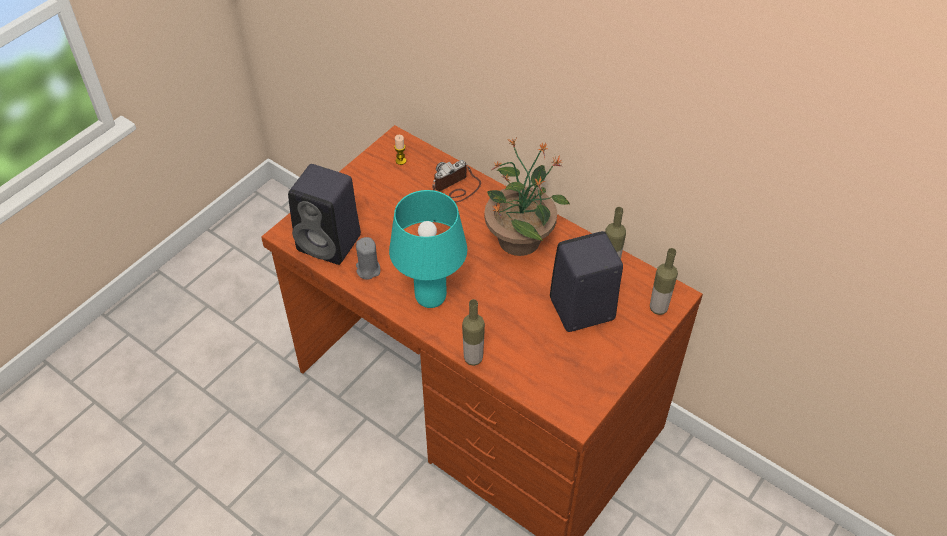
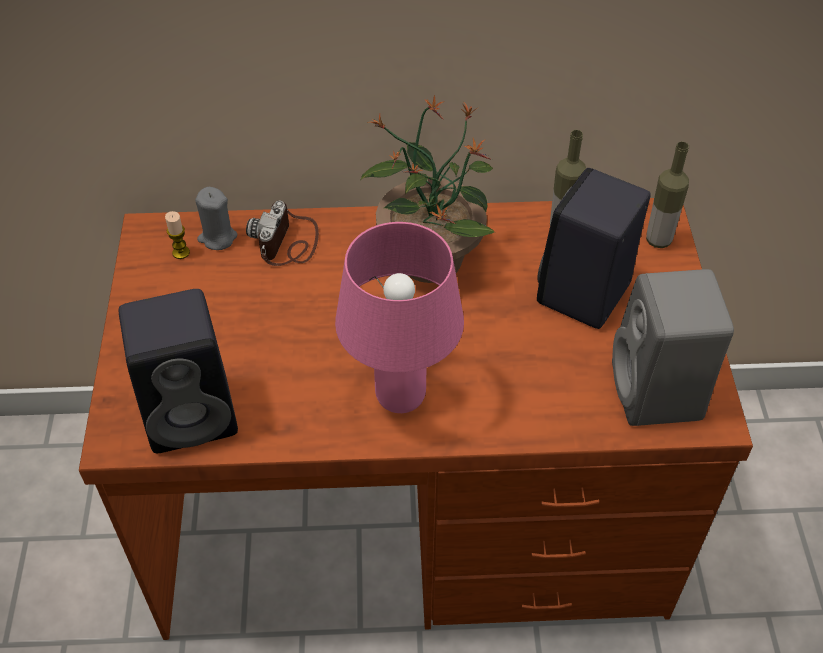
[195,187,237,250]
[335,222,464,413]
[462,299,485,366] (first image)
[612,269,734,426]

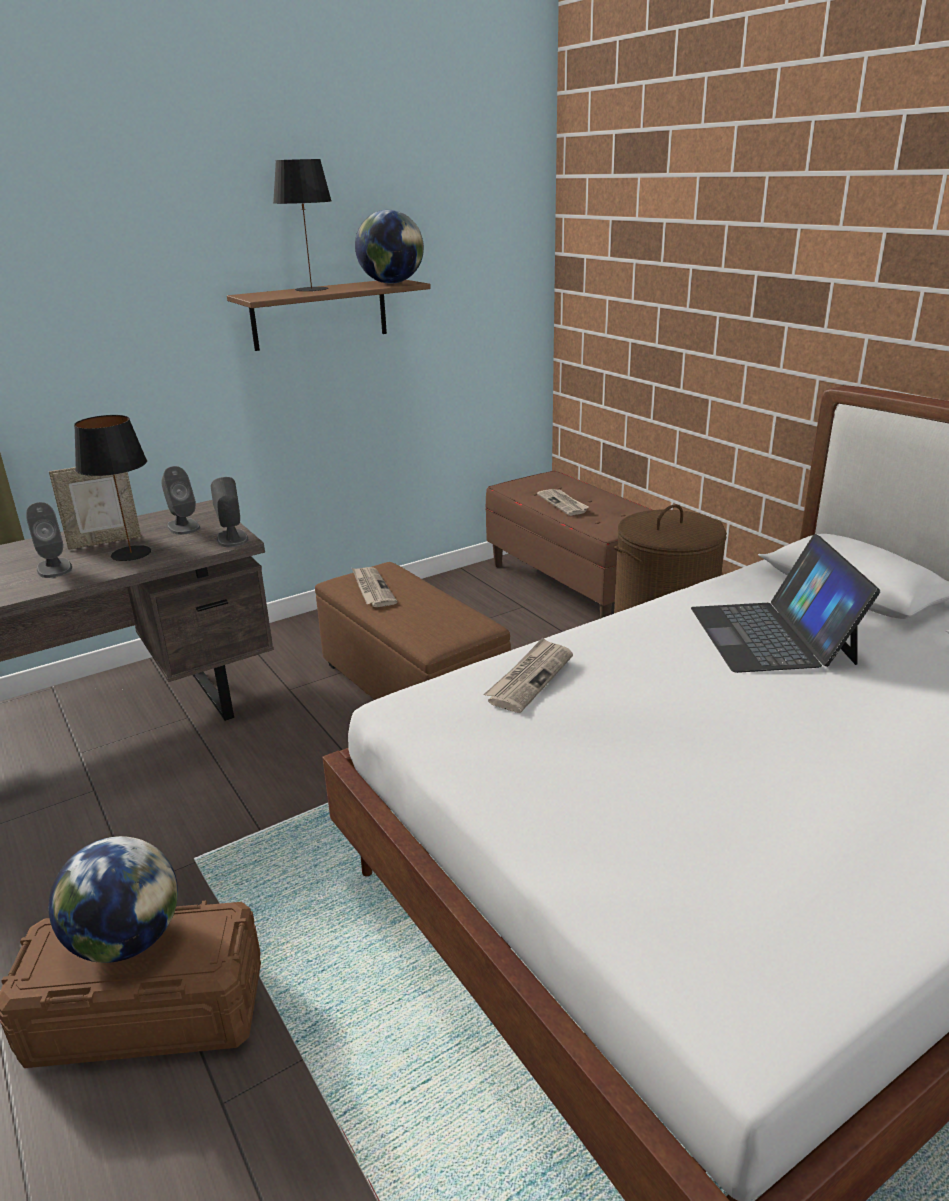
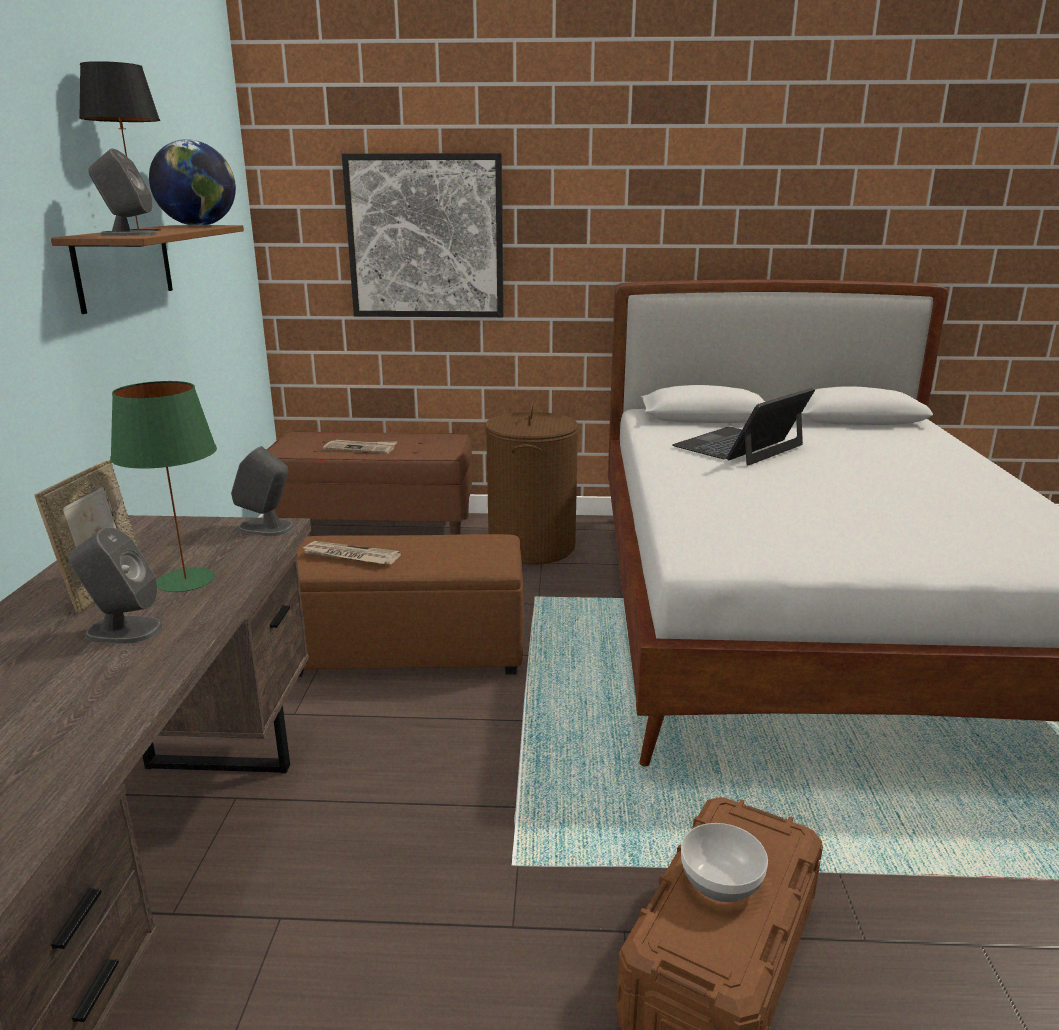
[681,823,768,902]
[110,381,217,592]
[88,148,157,236]
[484,638,573,713] (first image)
[672,388,815,466]
[342,153,504,317]

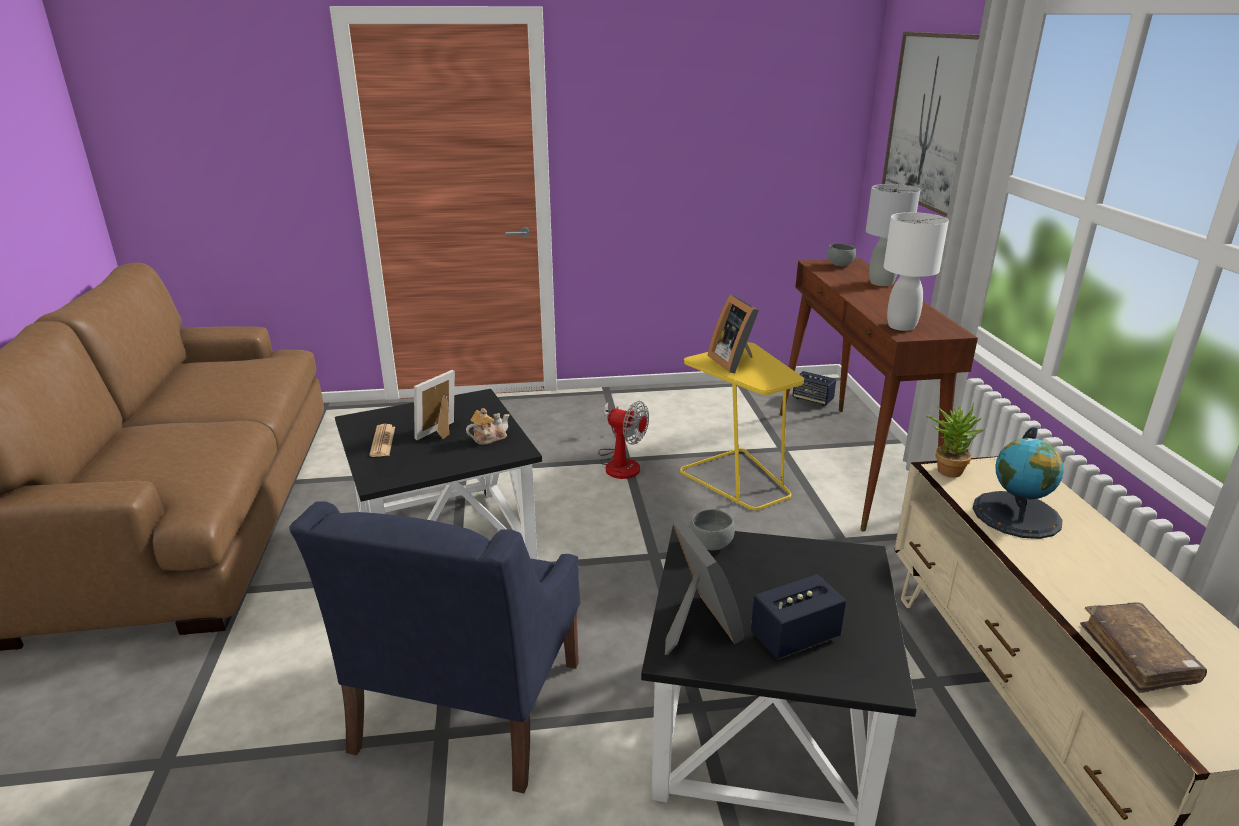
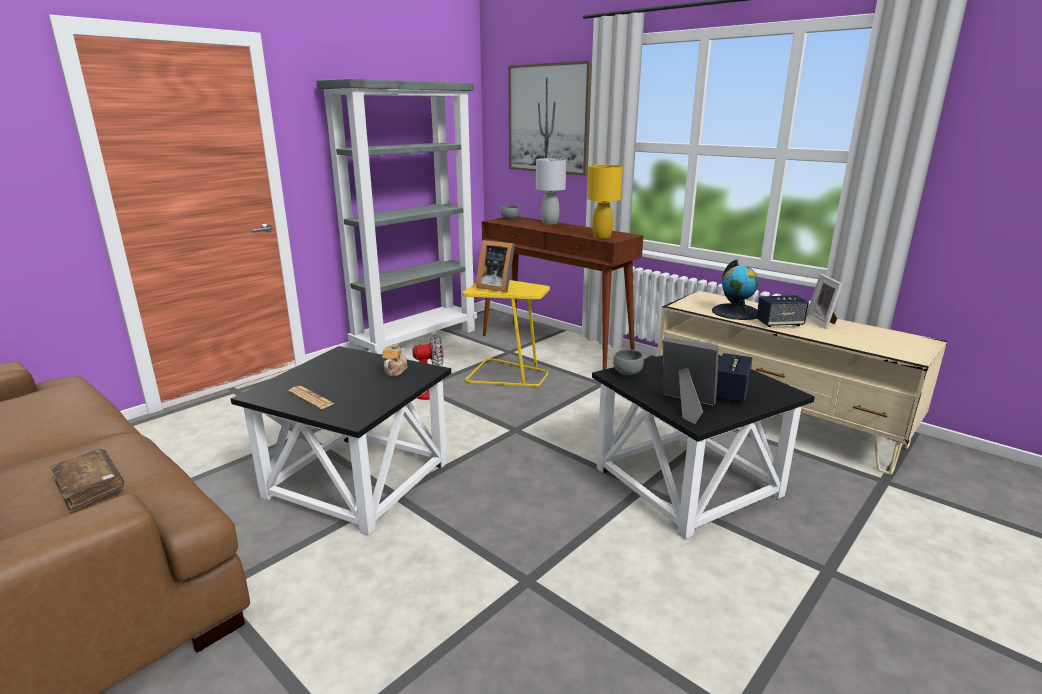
[289,501,580,793] (first image)
[806,274,843,329]
[756,295,809,327]
[587,165,623,239]
[926,403,984,478] (first image)
[49,449,124,513]
[316,78,477,354]

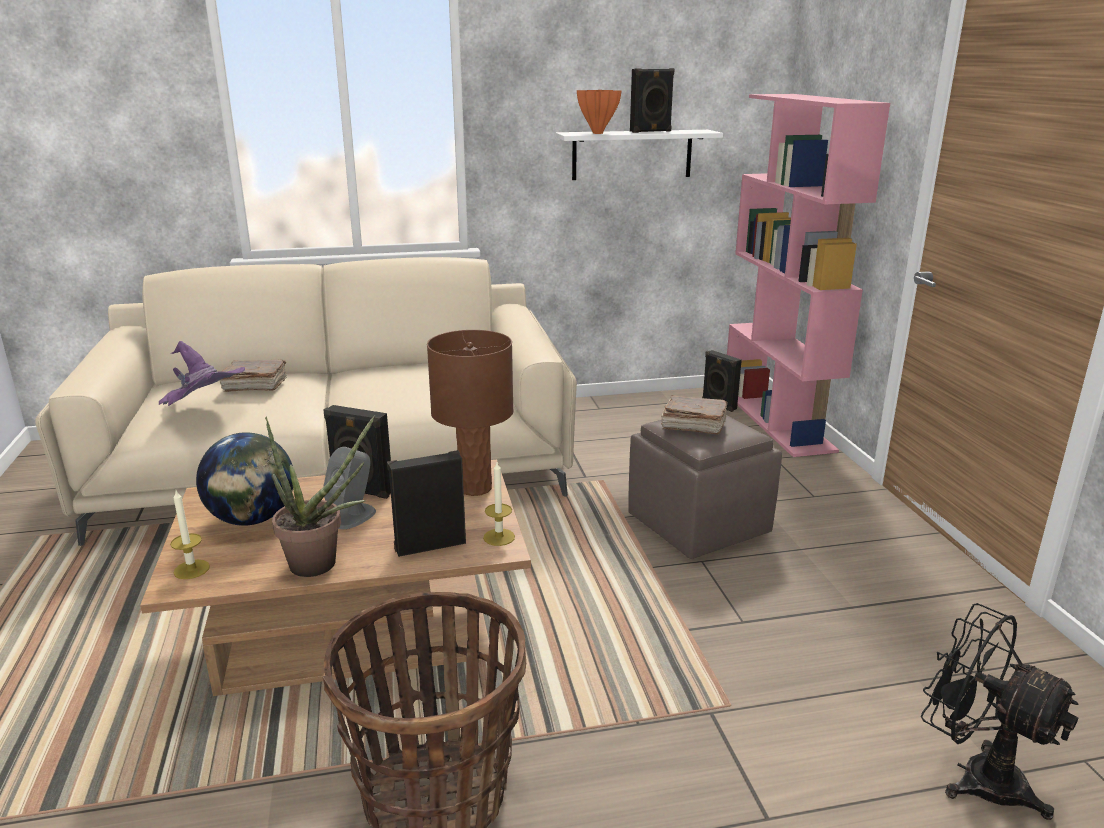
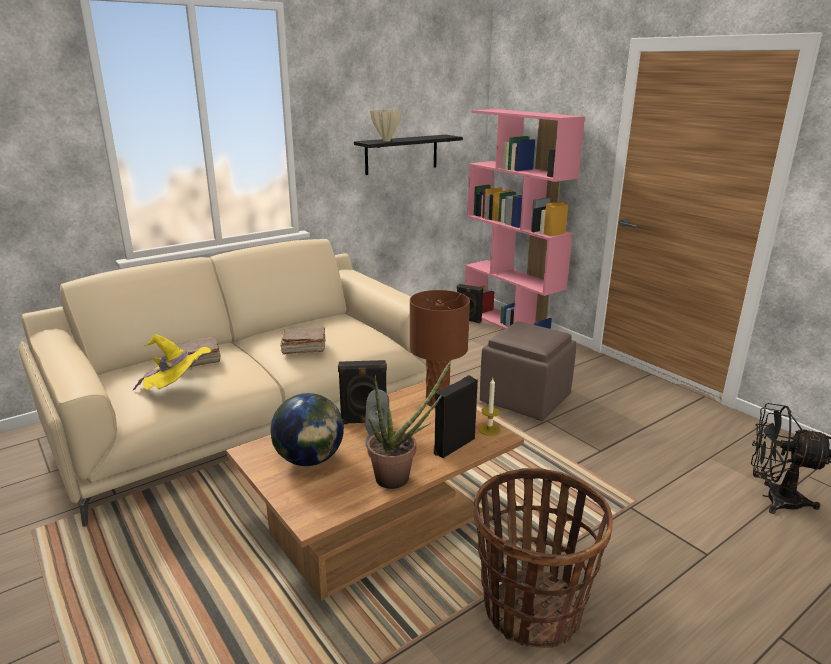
[133,334,211,390]
[170,490,210,579] (first image)
[354,135,463,175]
[370,110,401,142]
[630,68,675,133] (first image)
[280,327,326,355]

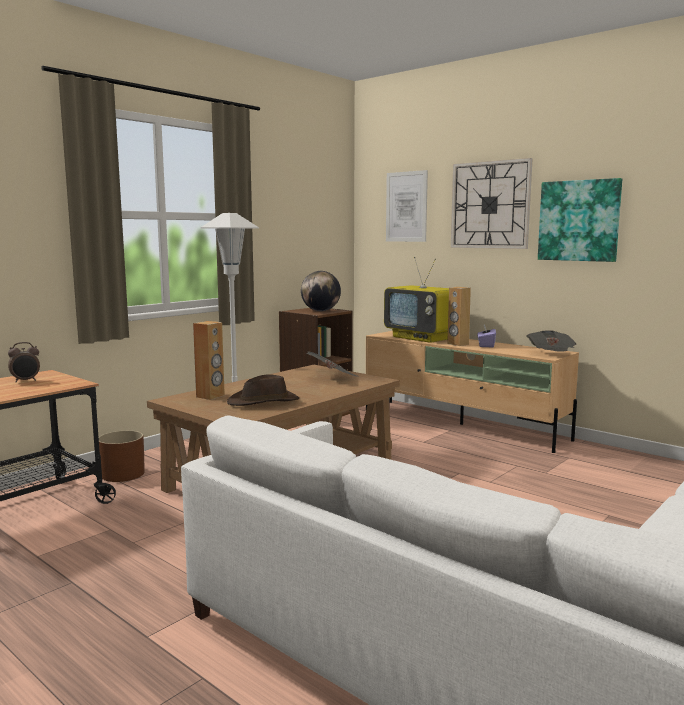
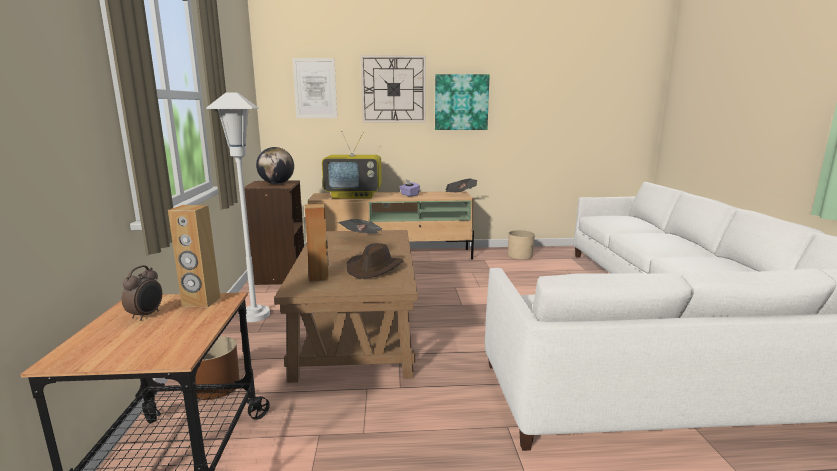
[168,205,220,307]
[508,230,535,260]

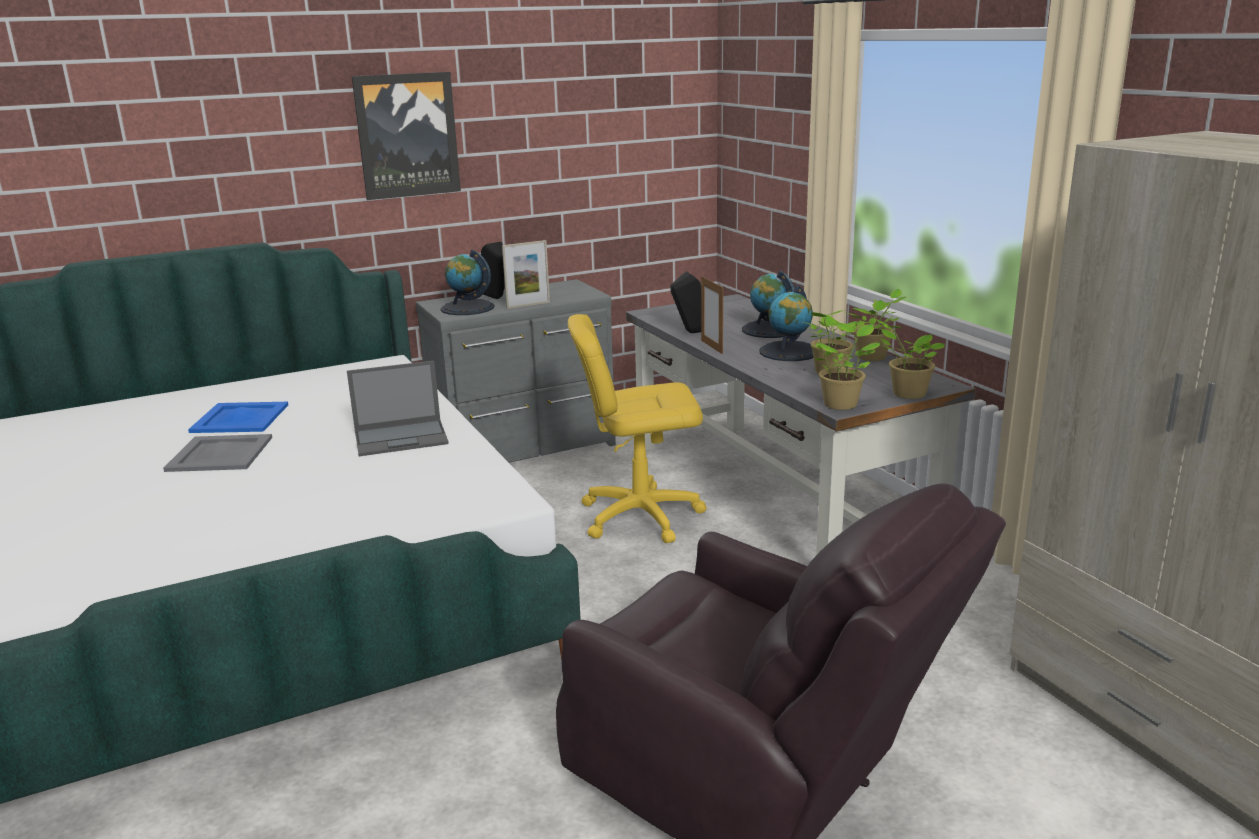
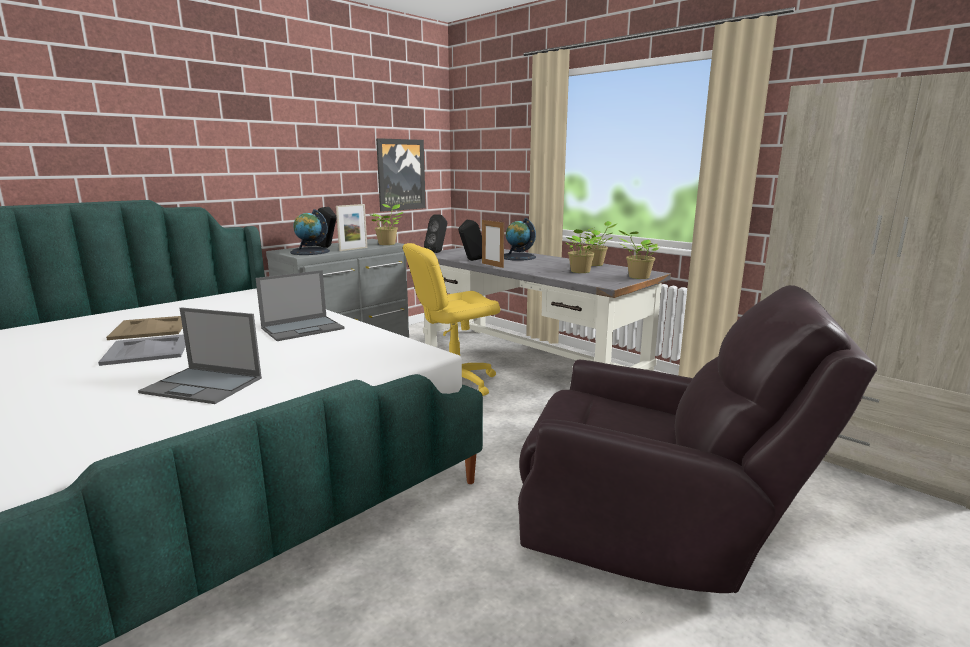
[106,316,183,340]
[376,138,426,212]
[759,285,814,361] (first image)
[369,204,404,245]
[138,307,262,404]
[424,214,447,253]

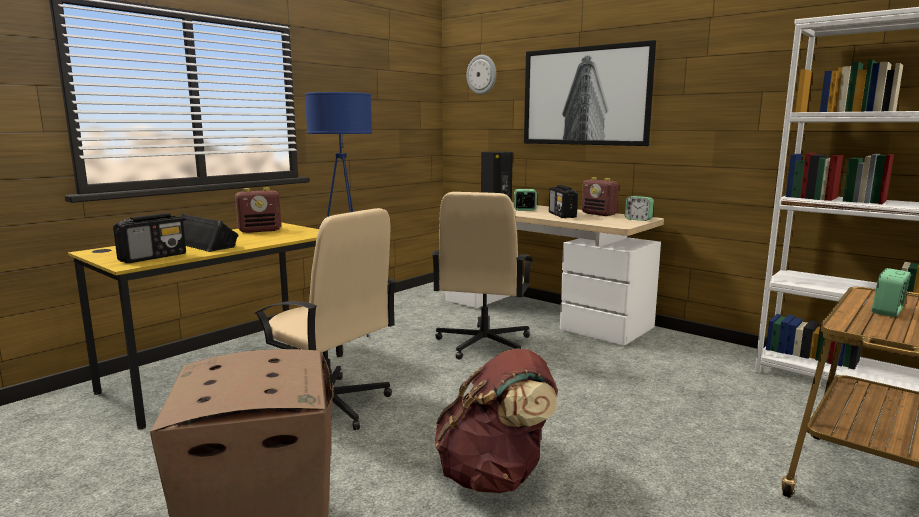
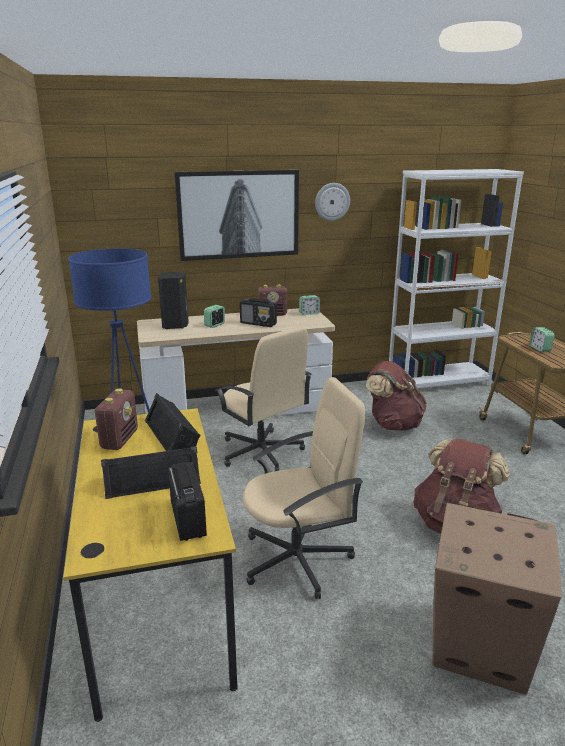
[315,183,350,221]
[145,393,201,451]
[366,361,427,431]

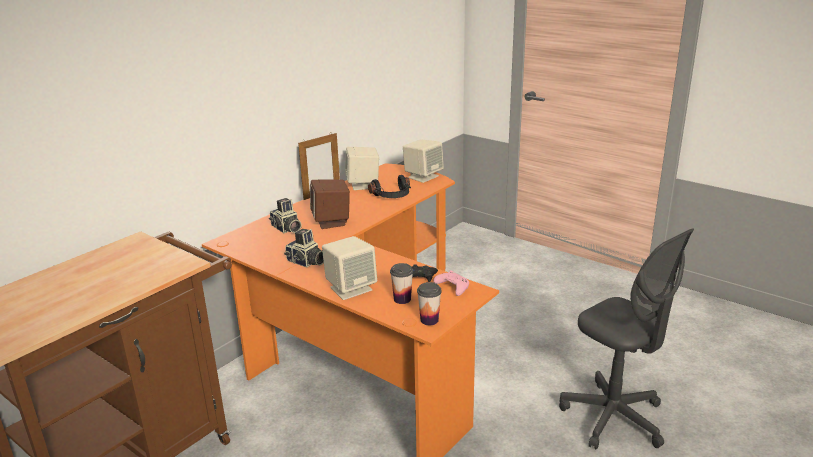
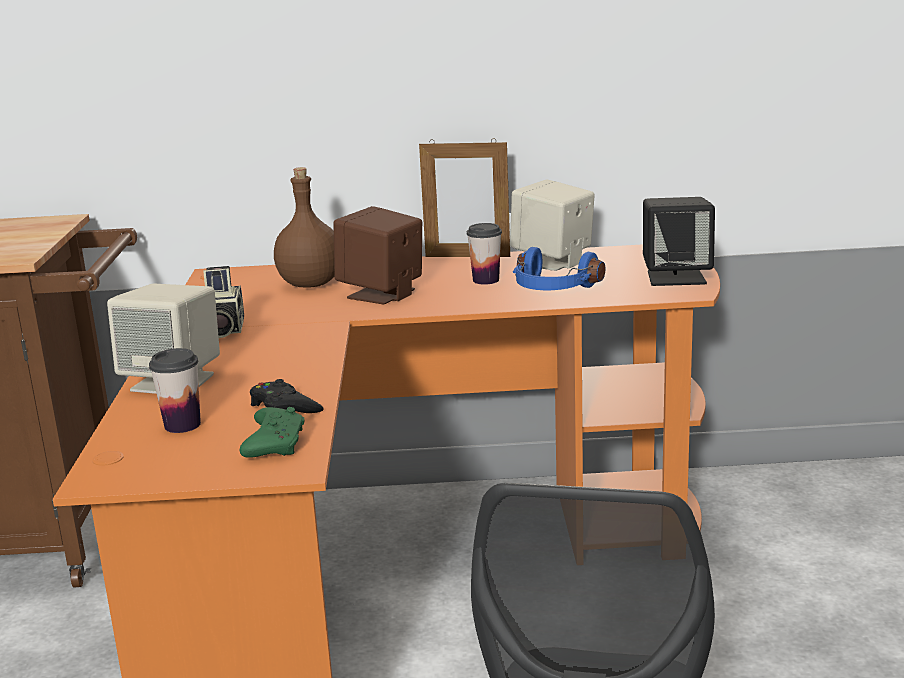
[274,167,334,288]
[513,247,605,290]
[643,197,715,286]
[467,223,502,285]
[240,407,305,458]

